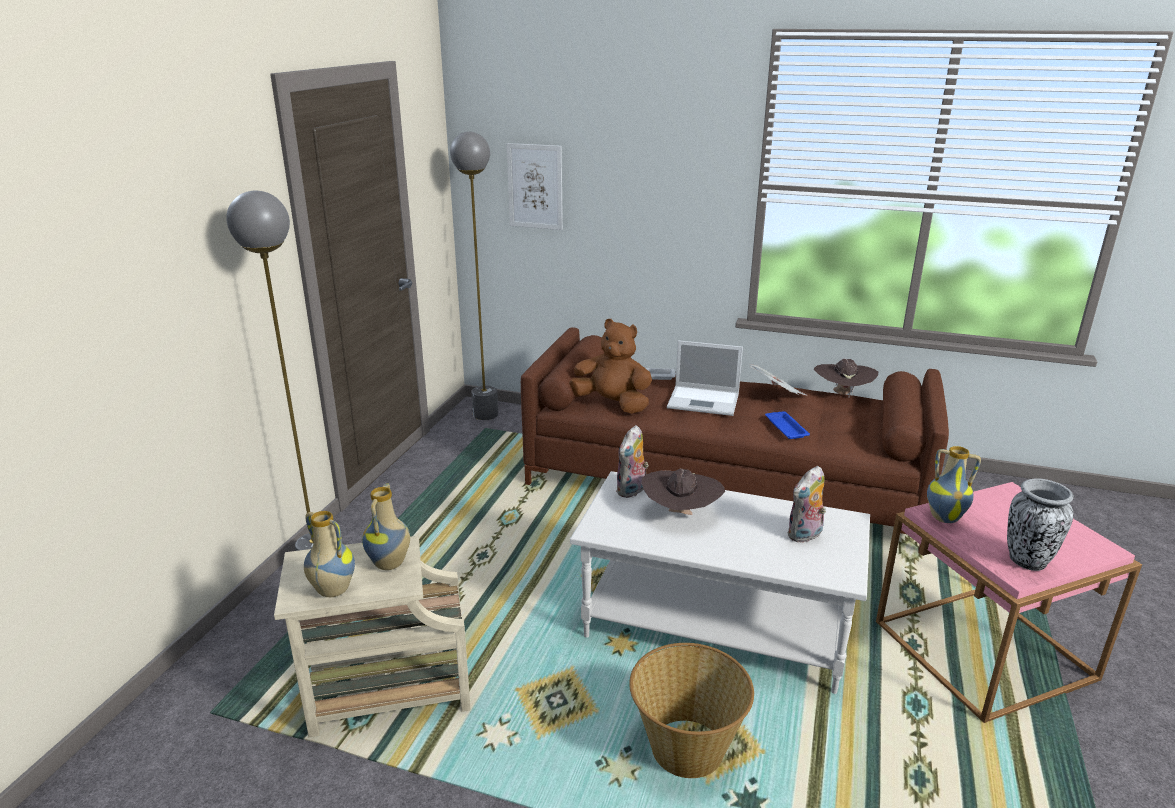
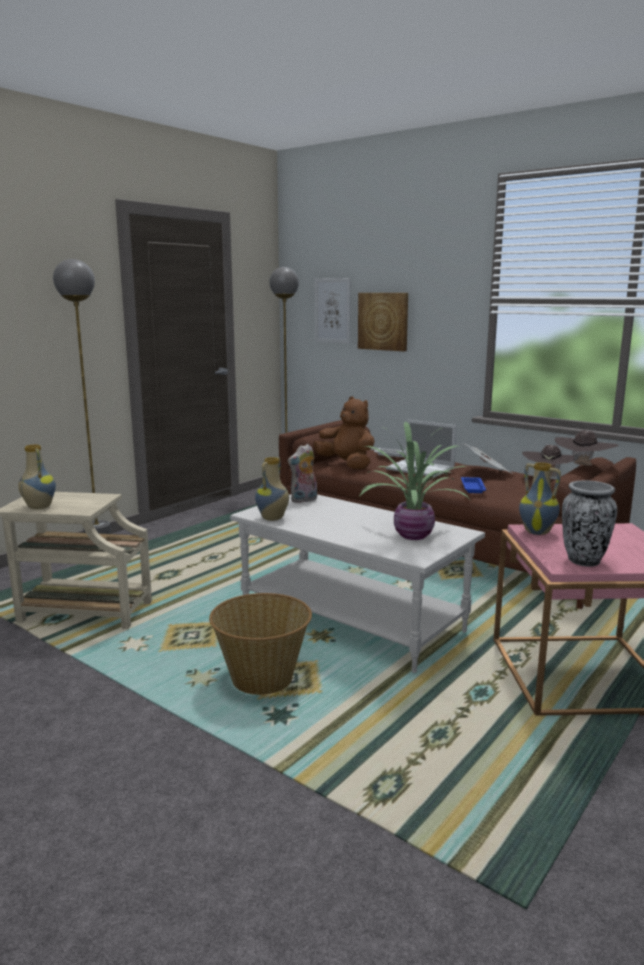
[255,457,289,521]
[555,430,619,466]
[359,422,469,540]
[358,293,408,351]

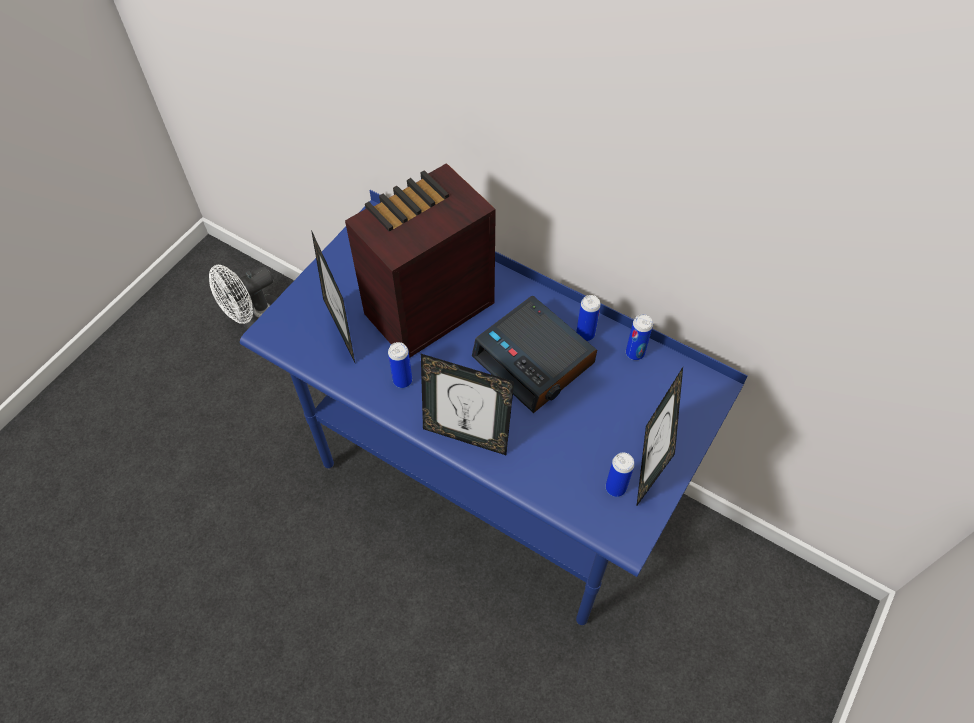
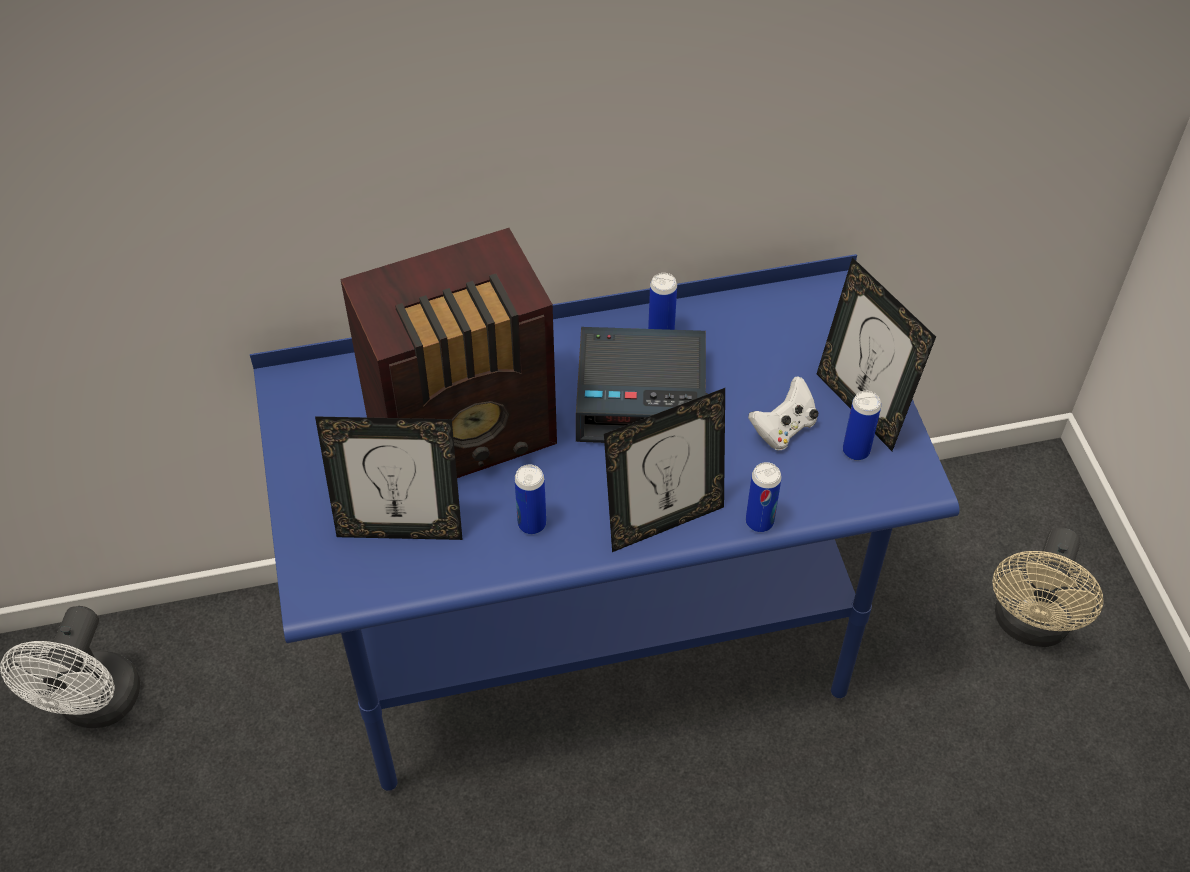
[315,416,463,540]
[340,228,557,478]
[746,462,782,532]
[748,377,818,450]
[992,527,1103,647]

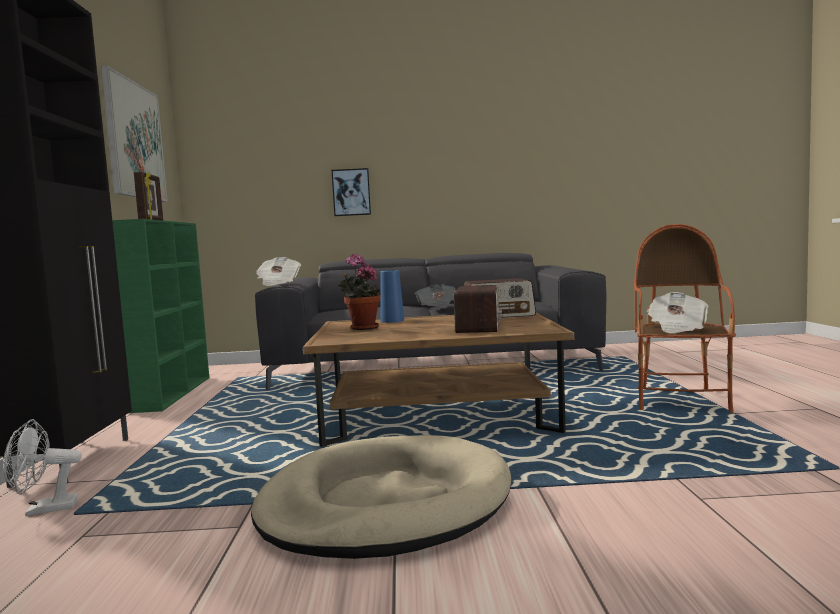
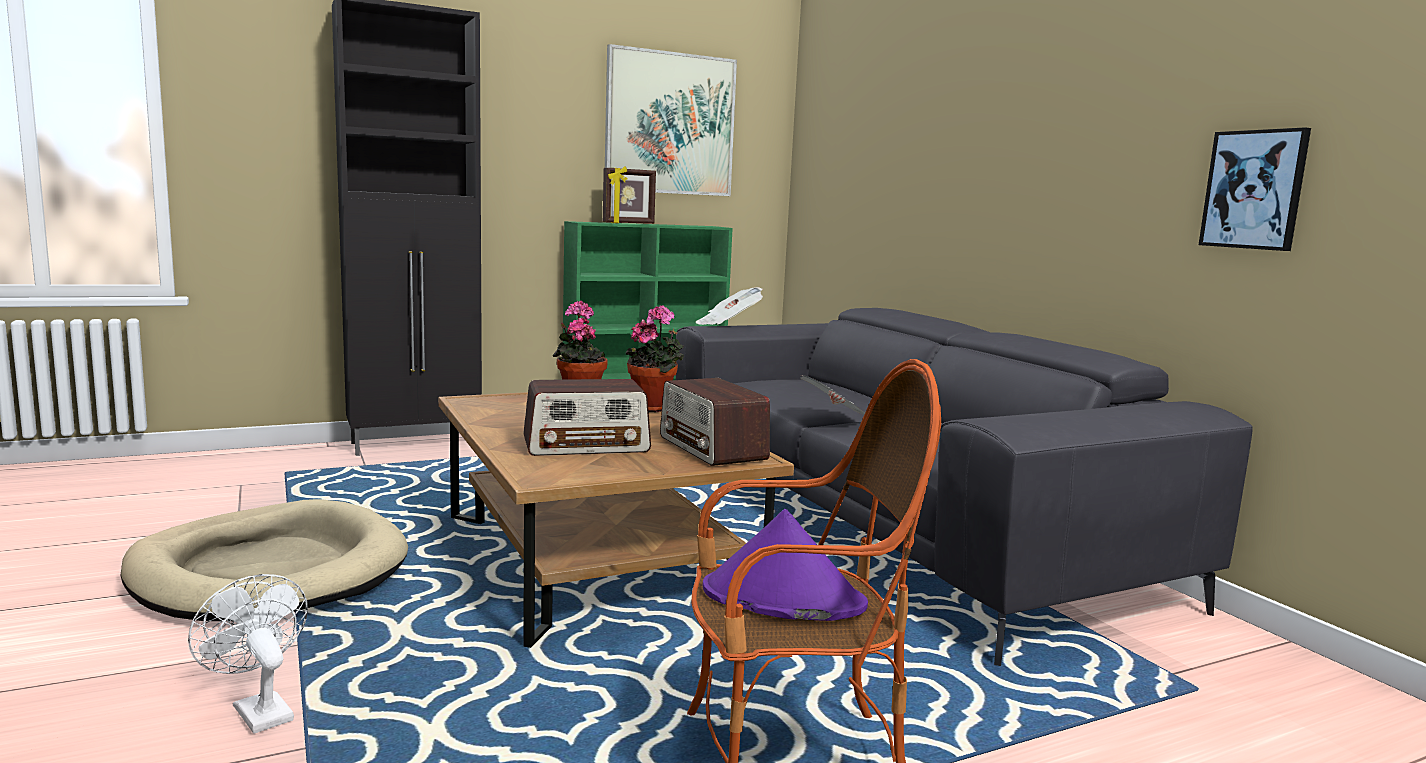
[188,574,308,734]
[1199,127,1311,251]
[626,305,684,412]
[703,509,868,621]

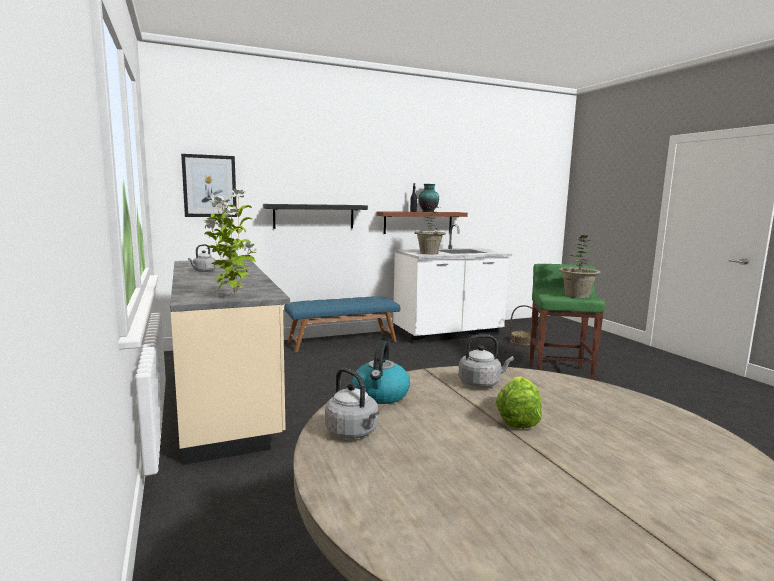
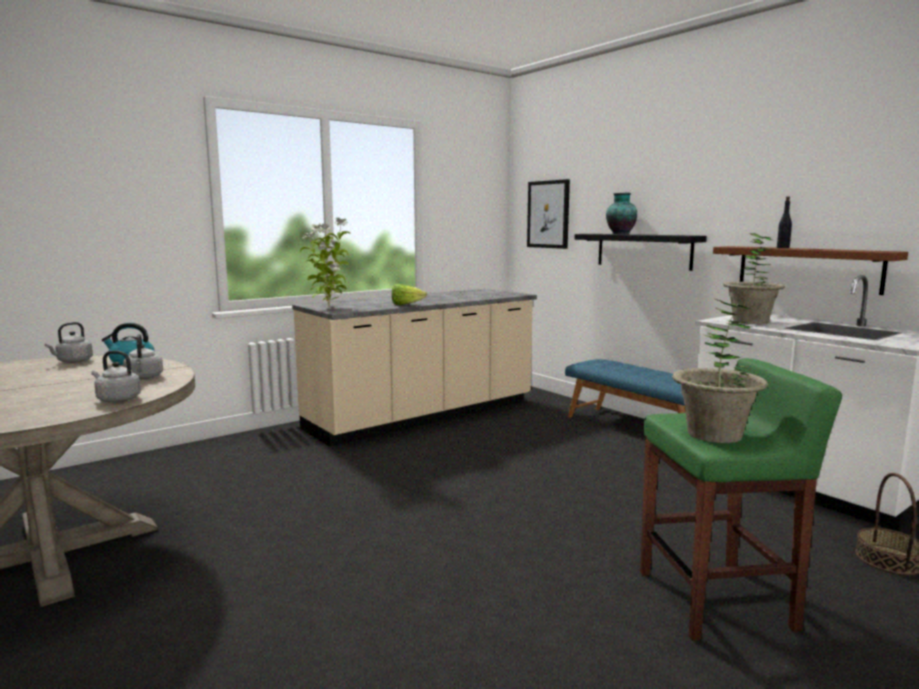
[92,351,141,403]
[606,193,637,234]
[392,284,427,305]

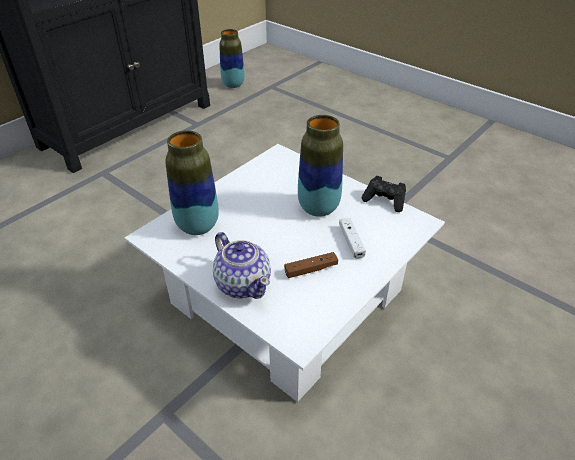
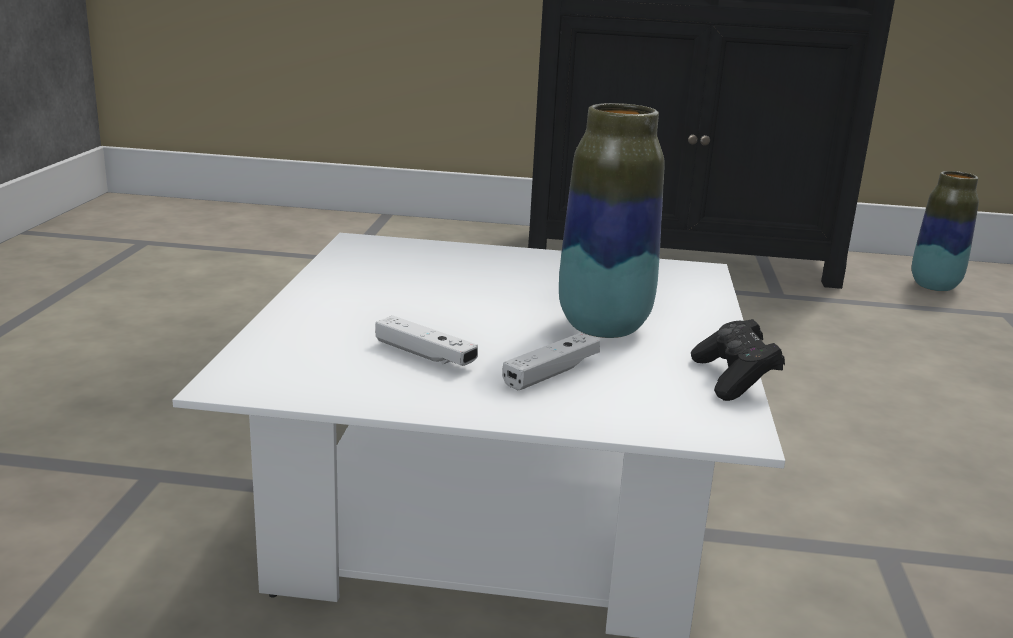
[165,130,219,235] (first image)
[213,232,271,299] (first image)
[375,315,478,366]

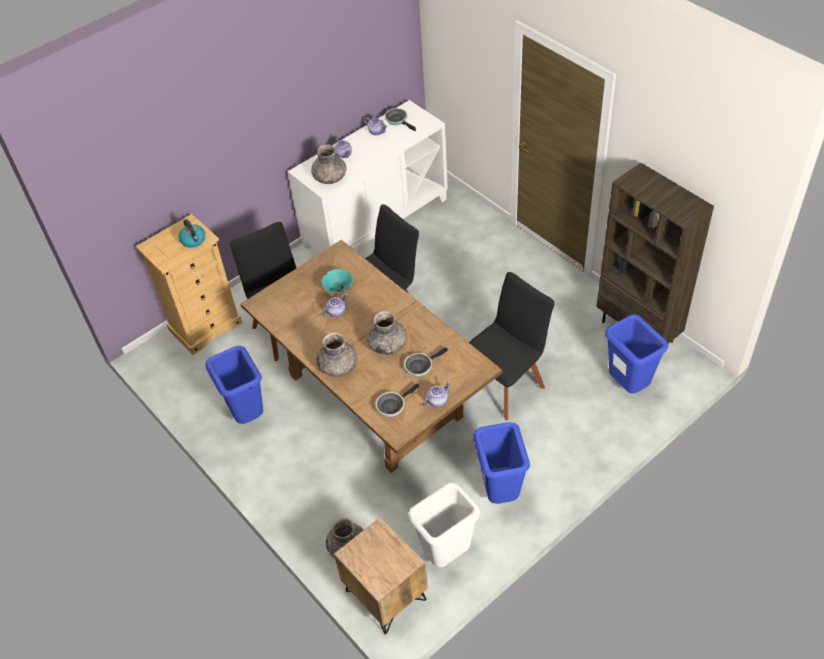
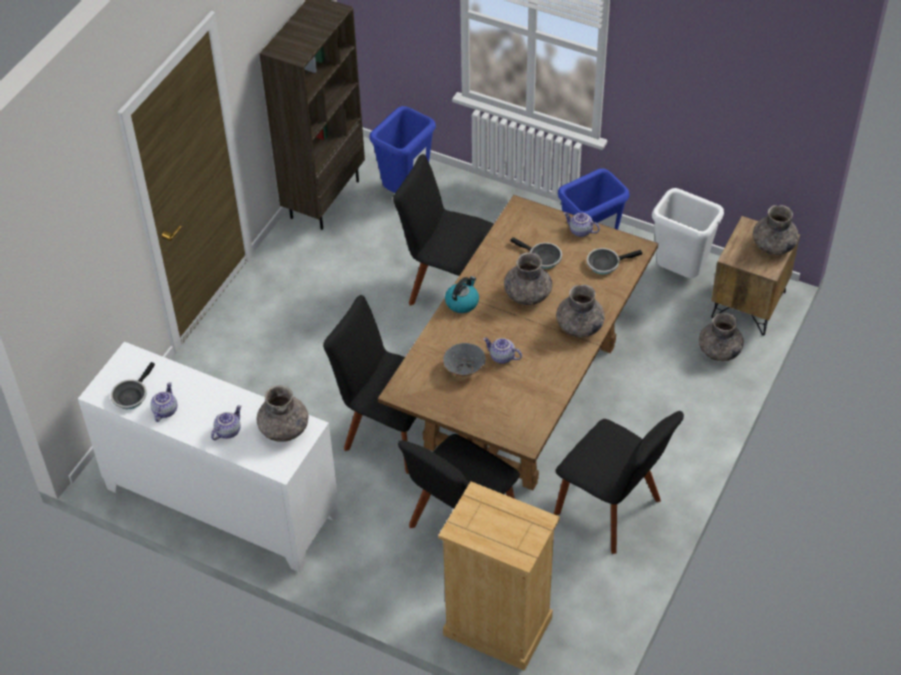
[445,276,479,313]
[554,411,684,554]
[443,343,486,376]
[587,248,642,274]
[753,205,799,255]

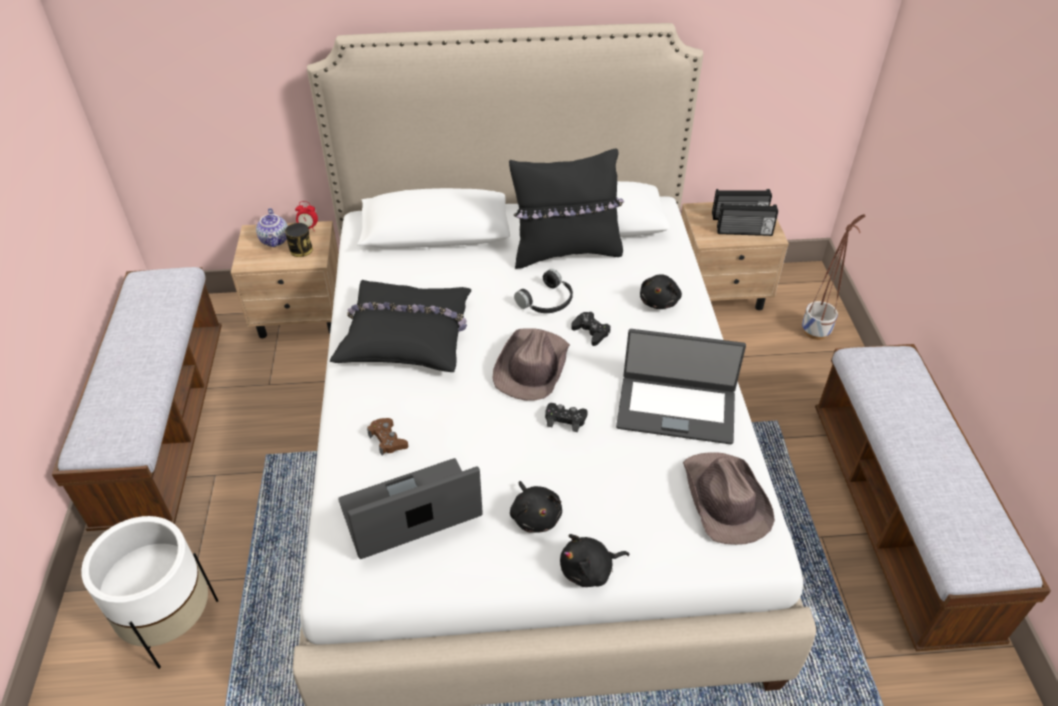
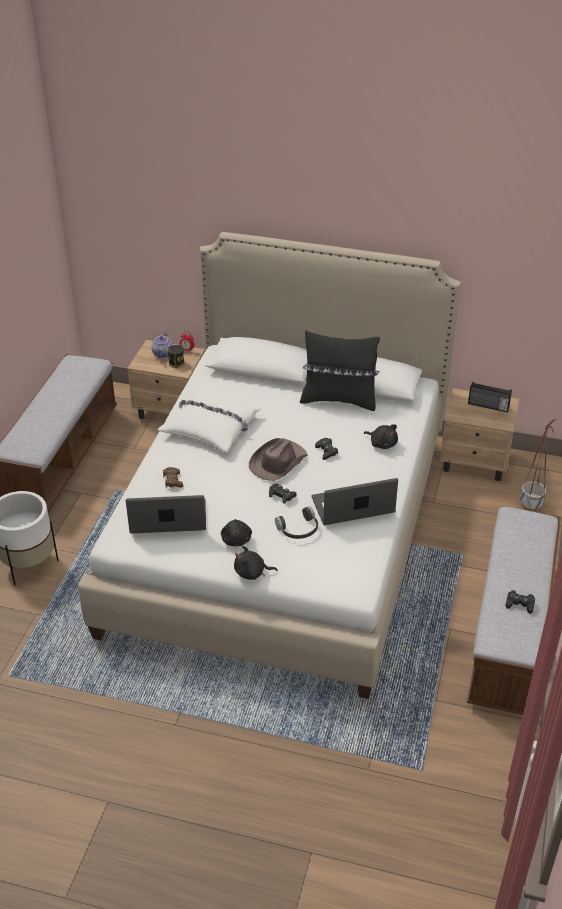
[158,388,261,453]
[275,506,318,539]
[311,478,398,525]
[364,424,398,449]
[683,452,775,545] (first image)
[717,203,778,236] (first image)
[506,590,535,614]

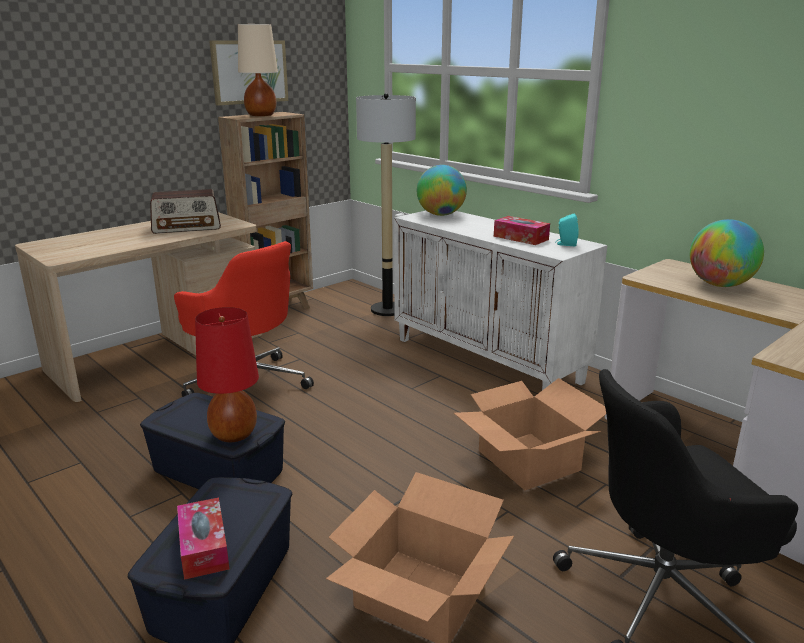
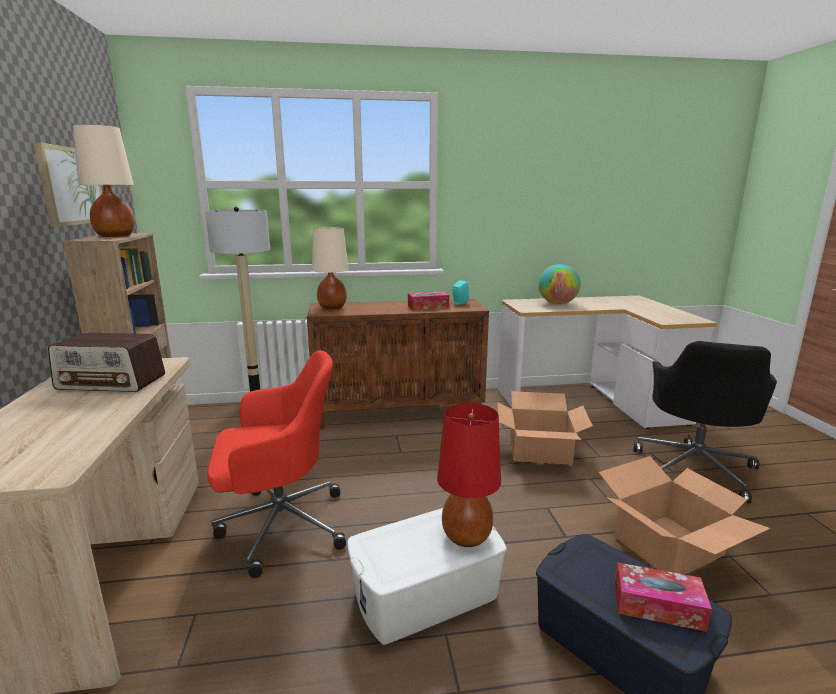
[347,508,507,645]
[48,333,165,392]
[307,299,489,429]
[312,227,349,309]

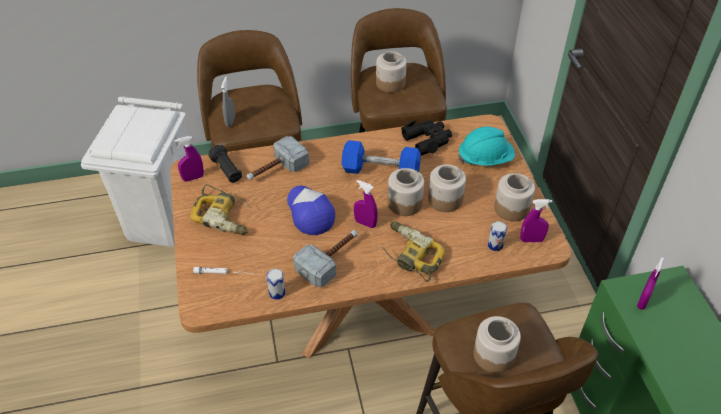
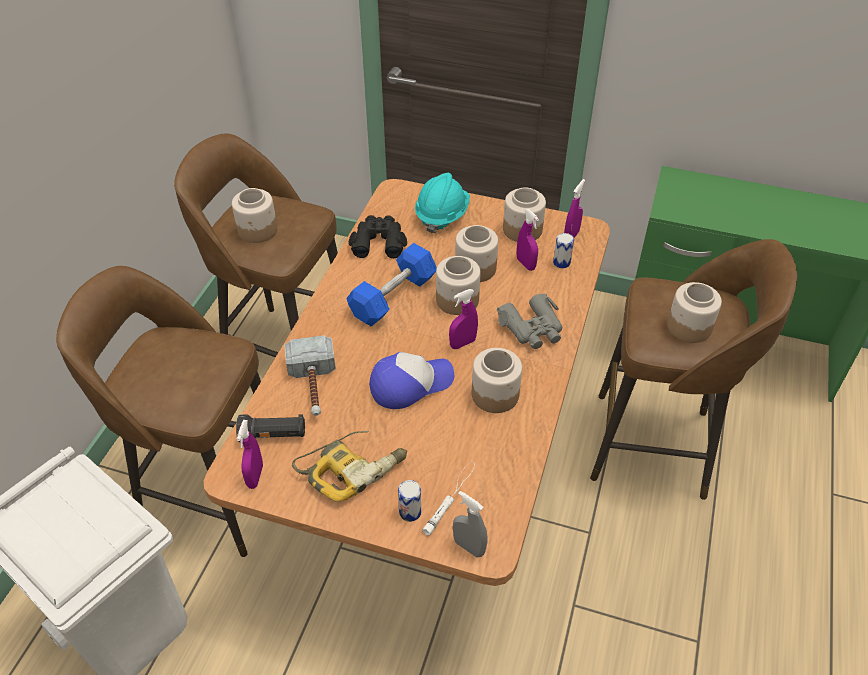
[453,491,487,558]
[398,480,421,522]
[369,352,454,409]
[472,348,522,413]
[497,293,562,349]
[517,209,539,271]

